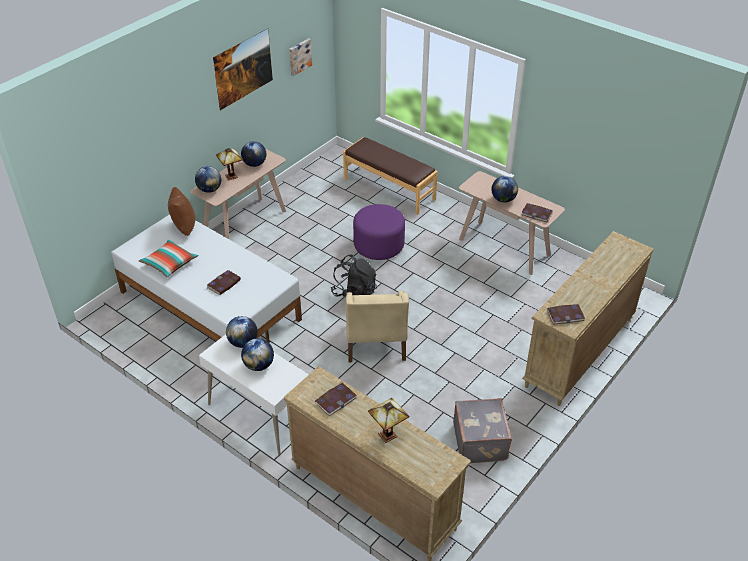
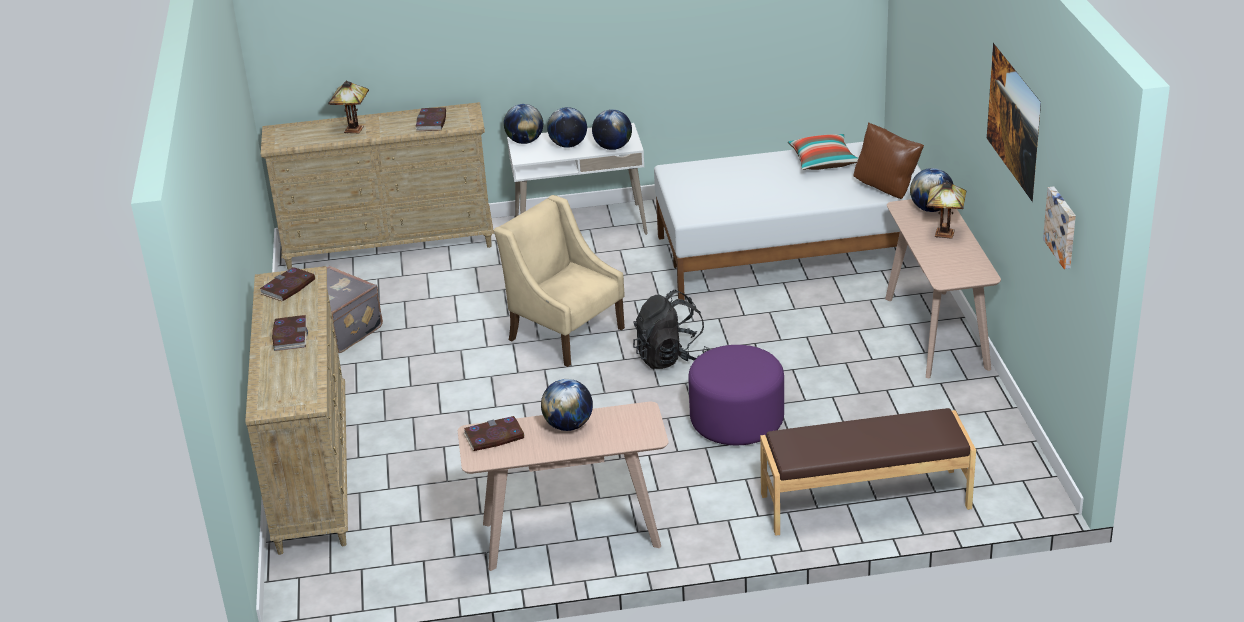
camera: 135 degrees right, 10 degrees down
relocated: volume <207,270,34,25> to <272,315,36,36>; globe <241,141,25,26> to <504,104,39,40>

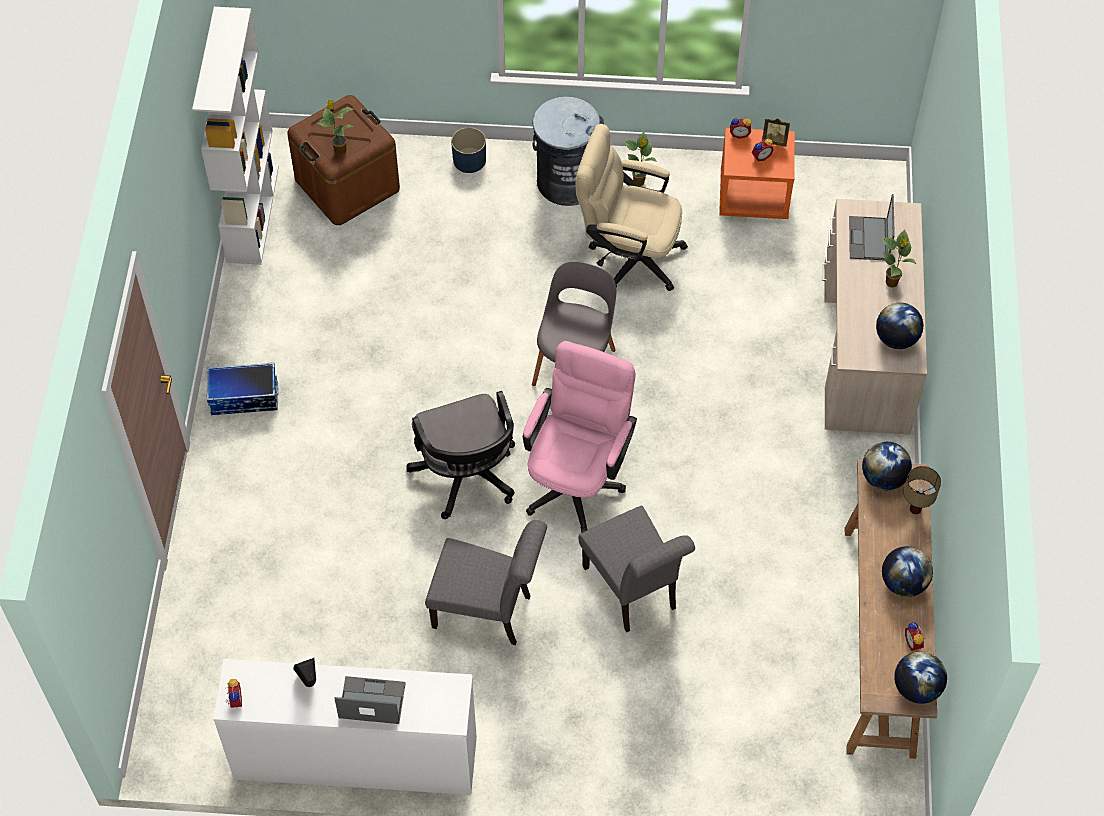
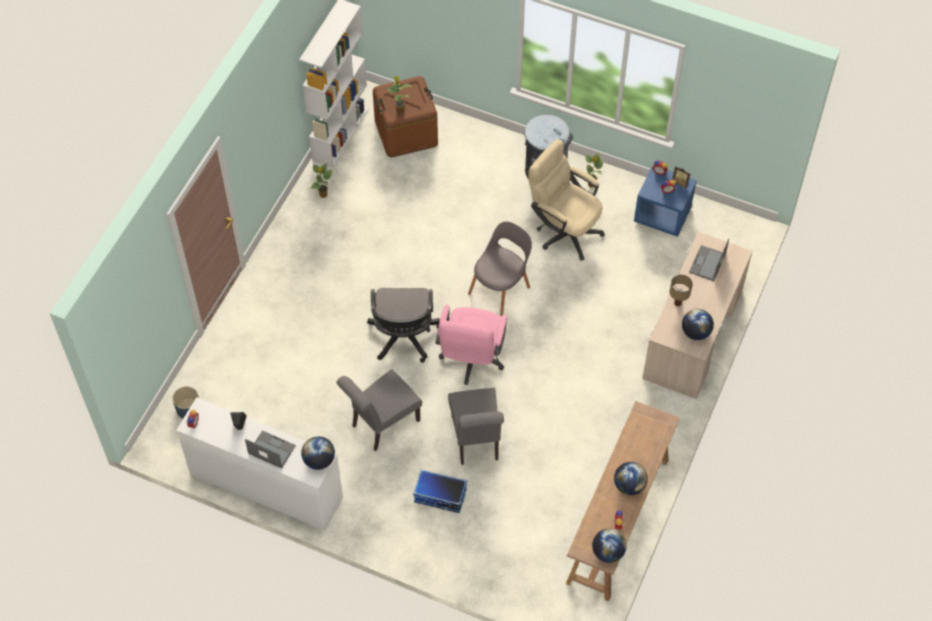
camera: 20 degrees right, 0 degrees up
relocated: storage bin <207,362,72,53> to <413,469,54,44>; blue-coloured plant pot <451,127,35,46> to <172,386,27,33>; globe <862,442,50,49> to <301,436,34,34>; potted plant <882,230,34,58> to <310,163,22,35>; tabletop lamp <904,466,37,48> to <670,275,23,31>
colour: orange-coloured night table <719,128,76,91> to blue-coloured night table <634,165,63,72>
spun: grey plain chair <425,520,122,125> = <336,369,86,82> 105 degrees clockwise; pink computer chair <523,341,114,192> = <435,304,72,81> 150 degrees clockwise

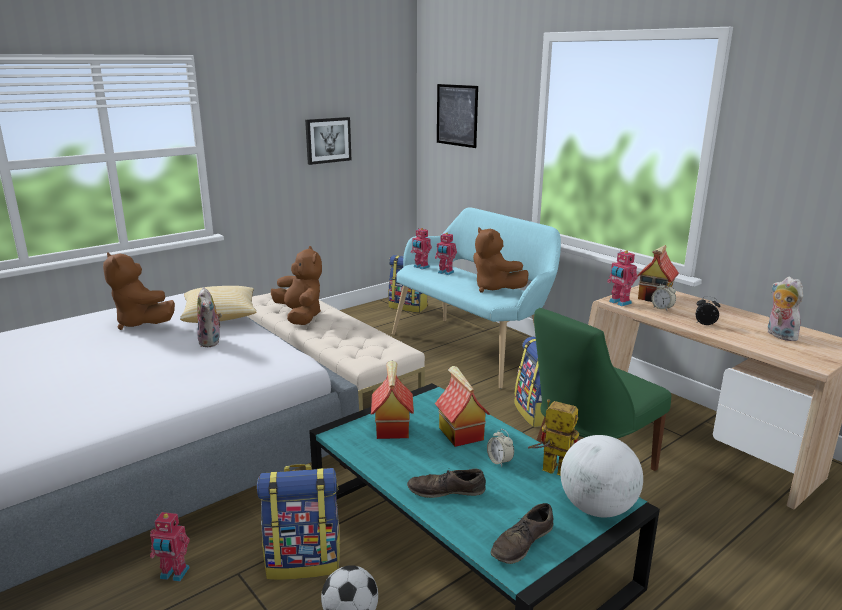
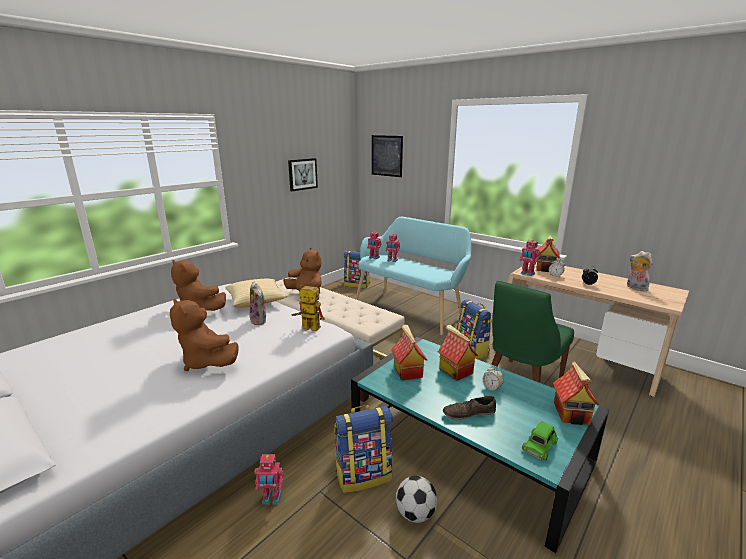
camera: 10 degrees left, 0 degrees up
relocated: brownish plush toy <473,227,56,66> to <170,298,69,73>; robot figure <528,399,51,77> to <292,285,33,46>
exchanged: brownish shoe <490,503,64,61> to greenish miniature car <522,421,36,39>; globe <560,435,83,82> to miniature house <553,362,47,63>

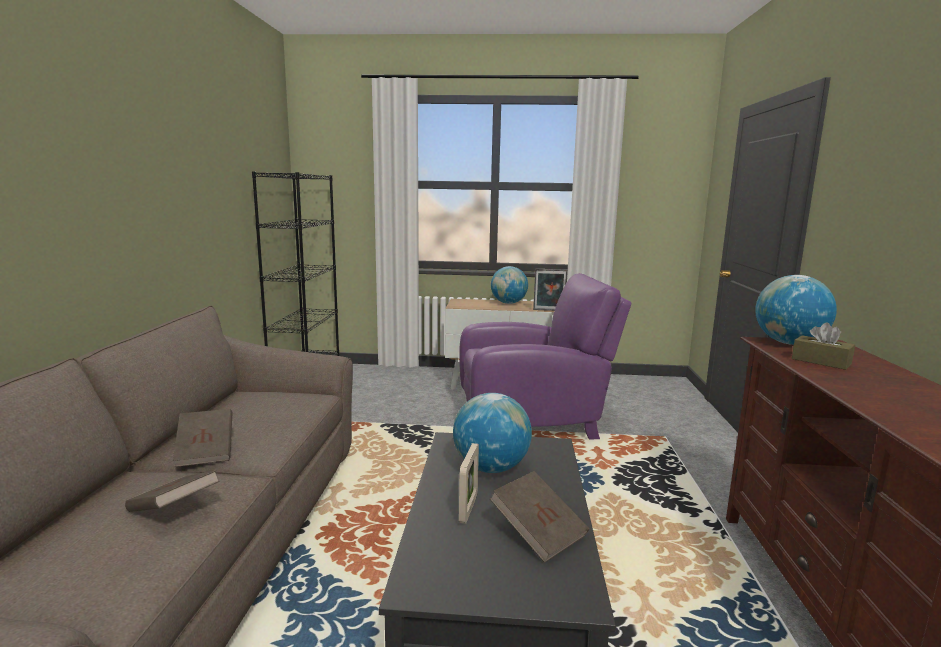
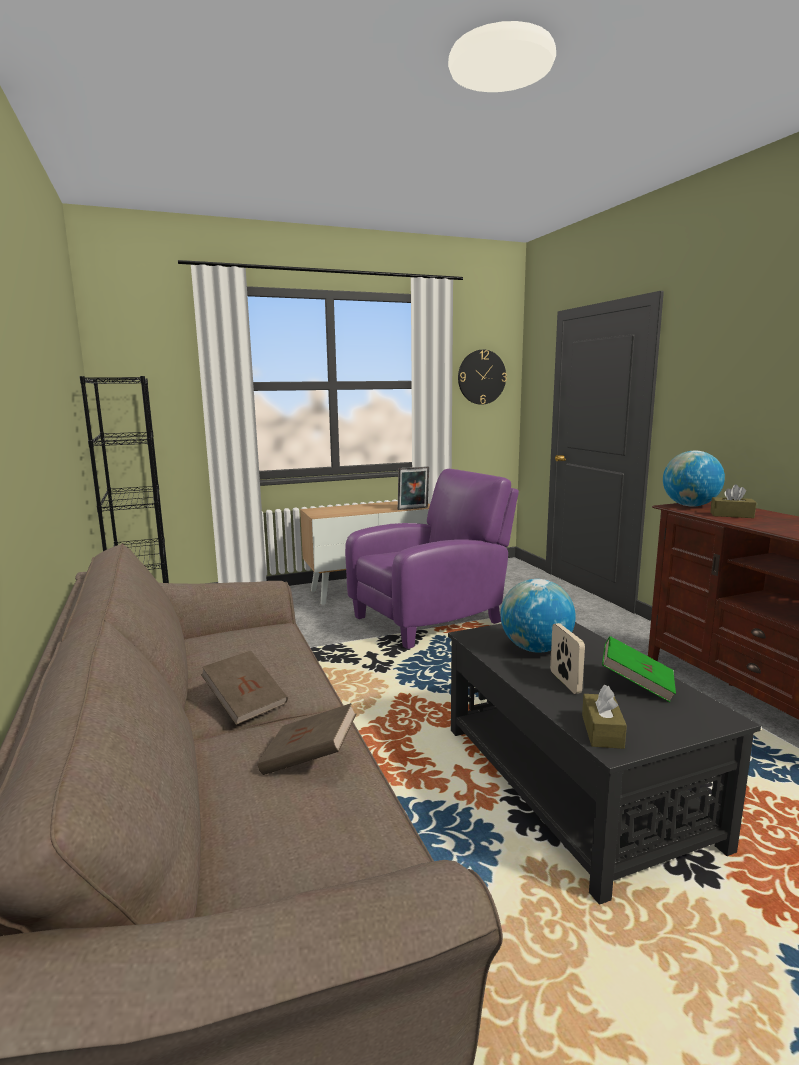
camera: 25 degrees left, 0 degrees up
missing: globe <491,266,37,38>
appeared: clock on the wall <458,350,49,55>; brownish tissue box <582,685,45,64>
colour: brownish volume <490,471,99,92> to greenish volume <602,636,74,66>

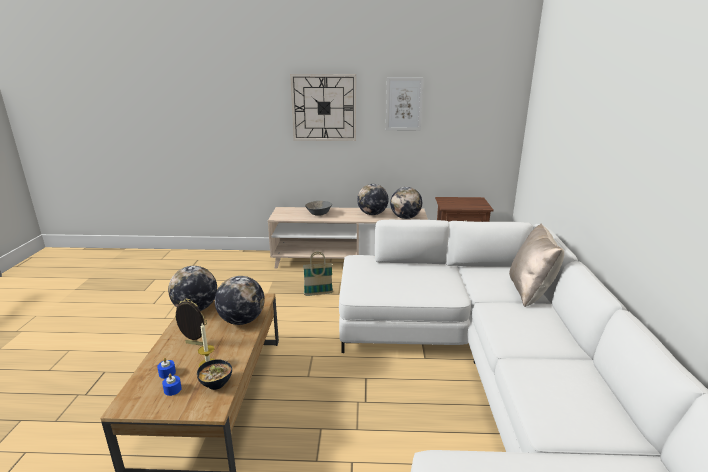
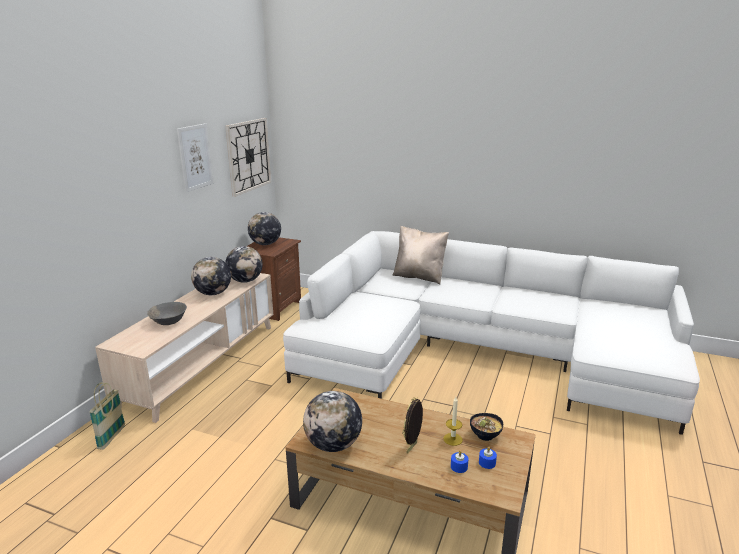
camera: 70 degrees left, 0 degrees up
relocated: globe <215,276,50,49> to <248,212,33,33>; clock on the wall <290,74,66,67> to <225,118,46,79>; household basket <303,252,30,44> to <89,382,36,68>

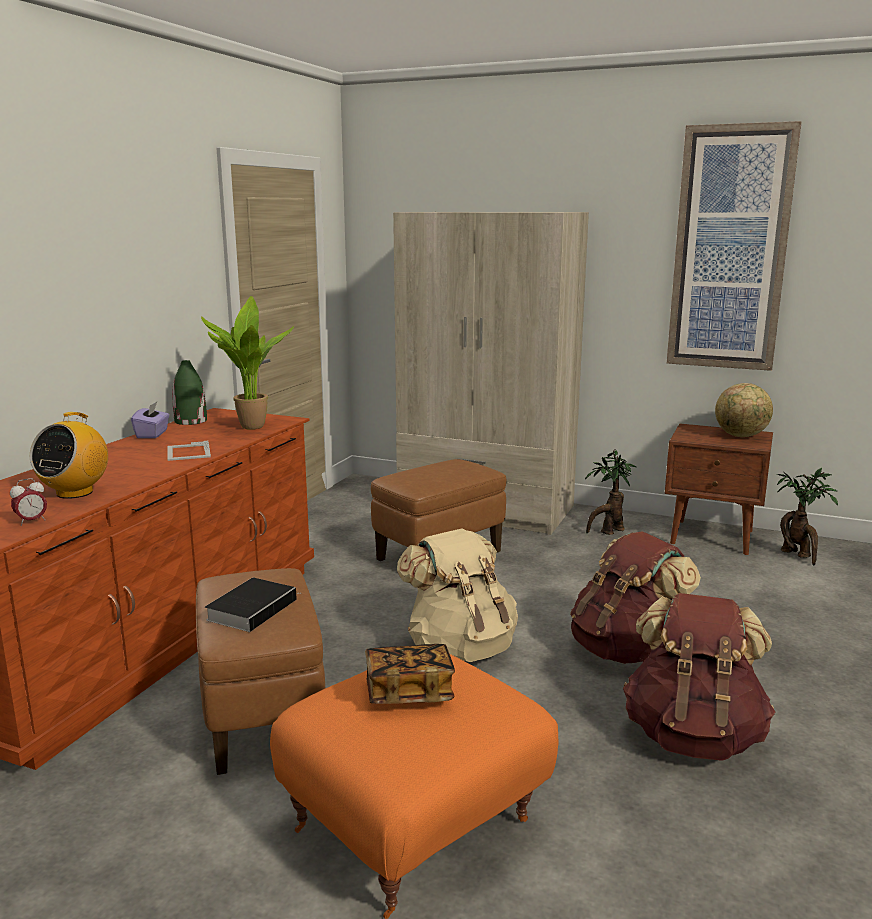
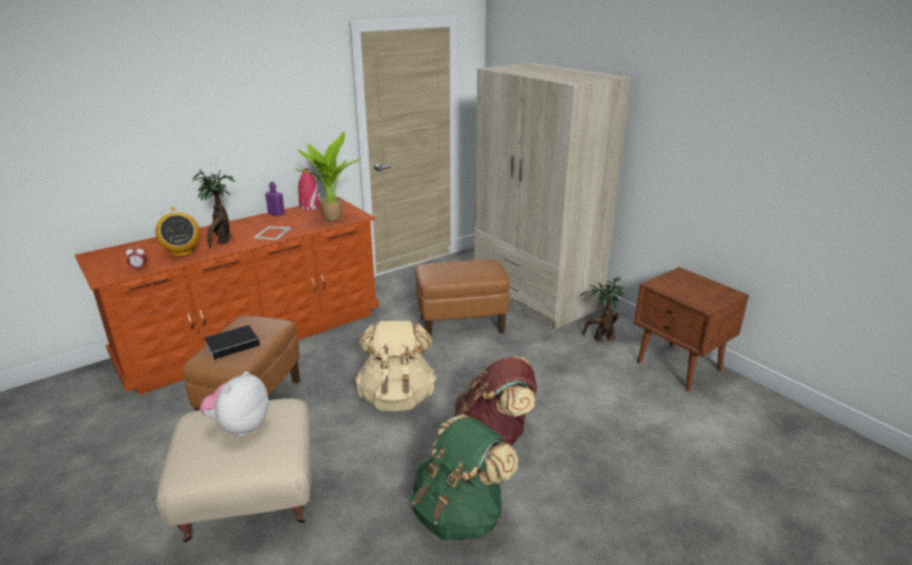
camera: 30 degrees right, 10 degrees up
missing: wall art <667,121,135,250>; globe <715,383,58,54>
relocated: potted plant <777,468,61,97> to <192,169,43,80>
exchanged: purple tissue box <131,402,38,36> to purple drink bottle <265,182,20,35>; volume <365,644,90,60> to plush toy <200,371,69,65>
colour: greenish flower vase <172,360,35,65> to red flower vase <298,169,22,41>; orange-coloured pouffe <270,654,289,265> to sand-coloured pouffe <156,398,156,144>; brownish backpack <623,593,152,168> to greenish backpack <411,414,107,126>
spun: radio <30,412,78,87> = <155,207,45,50> 75 degrees counterclockwise

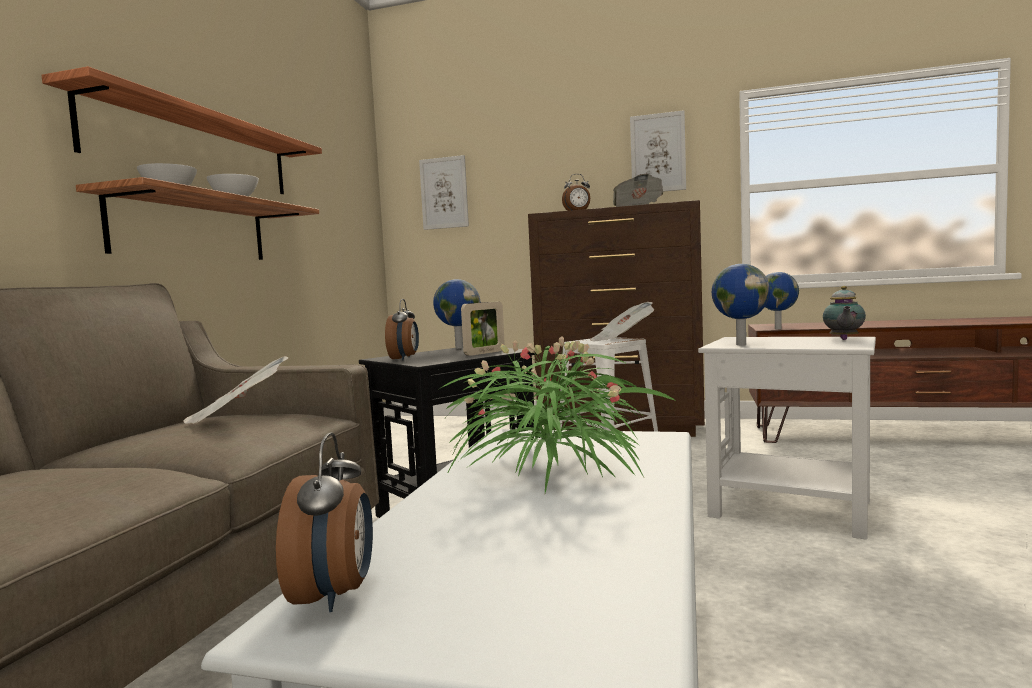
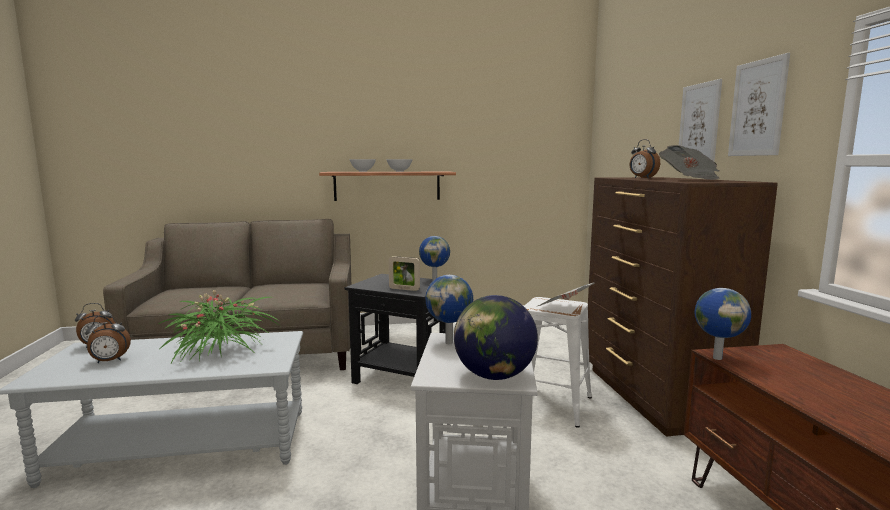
camera: 65 degrees right, 5 degrees up
missing: bracket shelf <42,66,280,128>; newspaper <183,356,105,68>
relocated: alarm clock <385,299,34,61> to <85,315,46,48>; wall art <419,155,50,75> to <679,79,43,83>
exchanged: tea pot <823,286,43,54> to globe <454,295,84,85>

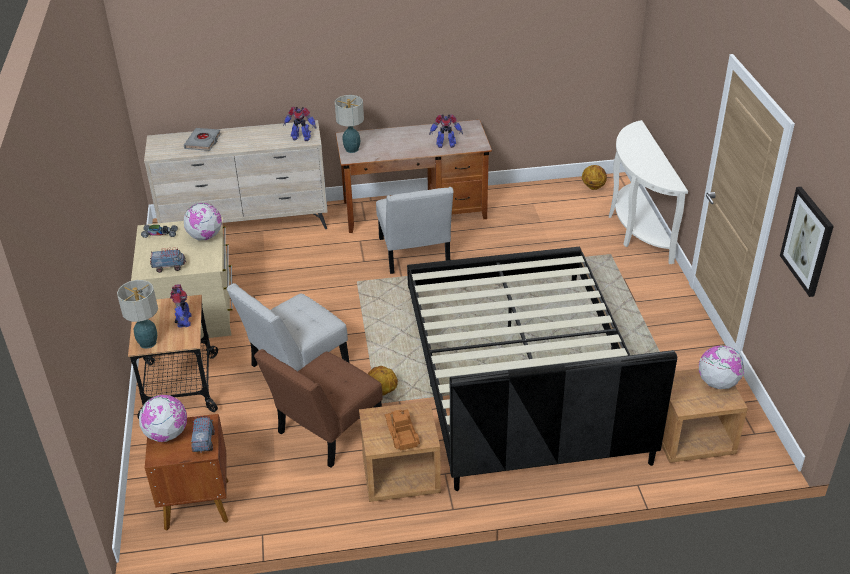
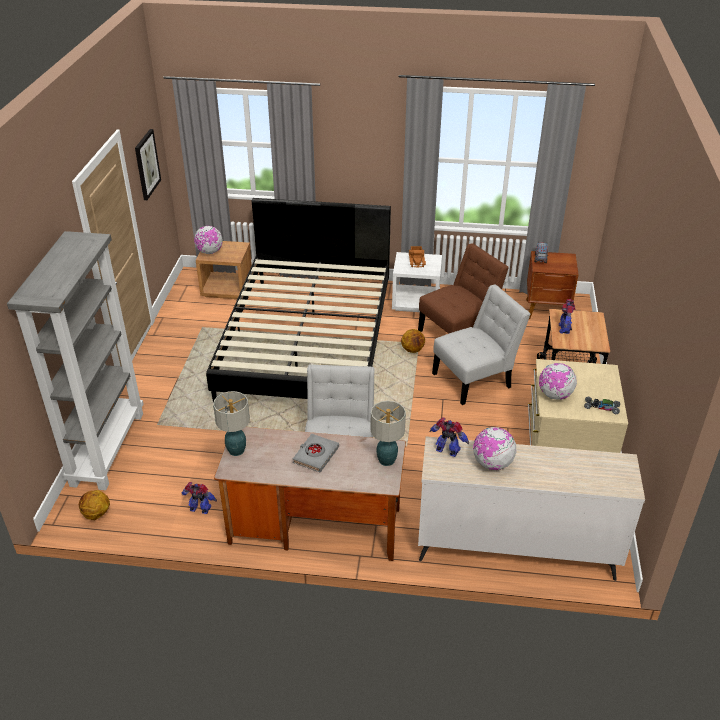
camera: 165 degrees left, 0 degrees up
missing: toy lorry <150,247,36,26>
relocated: tabletop lamp <117,280,41,69> to <213,391,37,65>; globe <139,395,48,47> to <473,427,44,43>; grey volume <184,128,37,23> to <293,434,46,38>; robot figure <429,114,34,34> to <182,482,35,32>
exchanged: white console table <609,120,79,144> to grey bookshelf <7,231,137,259>
colour: brownish night table <359,401,82,101> to white night table <392,252,50,60>

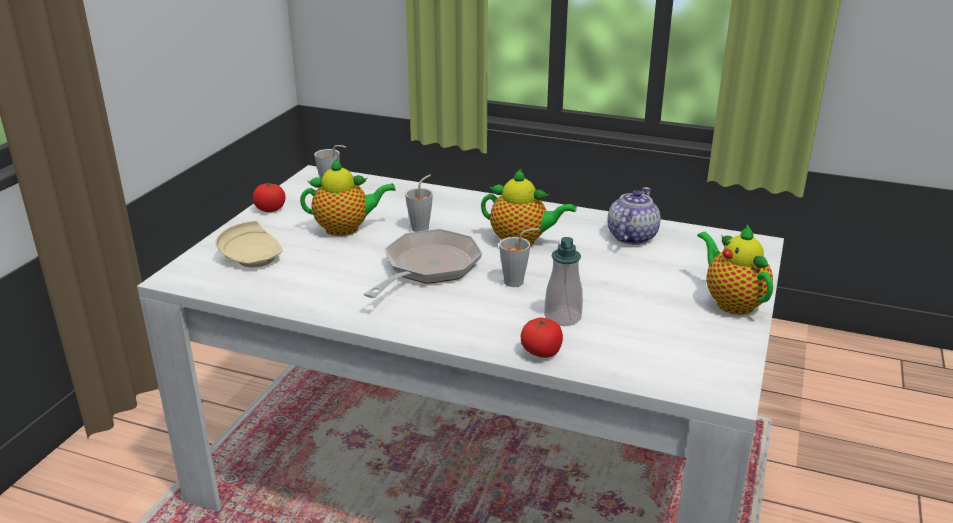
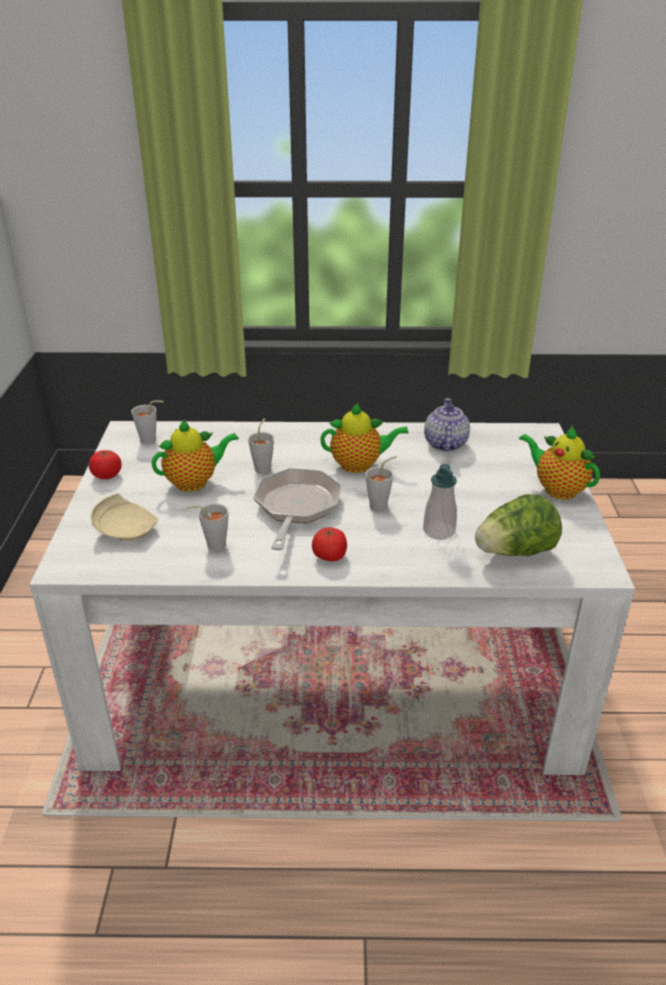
camera: 20 degrees left, 5 degrees up
appeared: grey small cup <187,503,42,48>; lettuce <475,494,87,62>
relocated: tomato <521,318,42,40> to <312,528,35,33>

